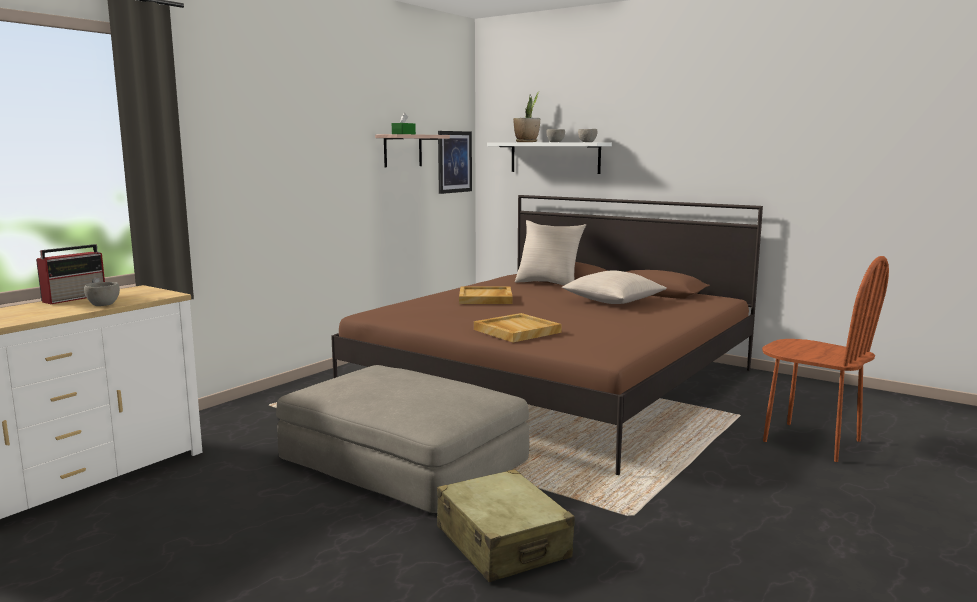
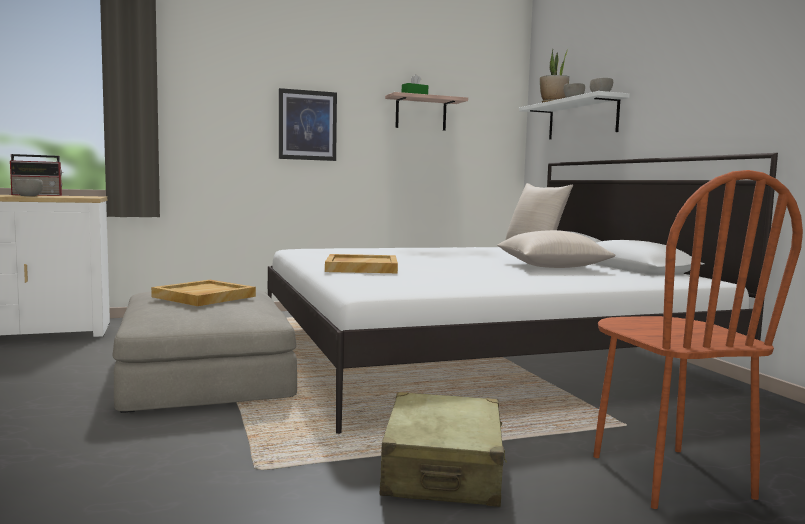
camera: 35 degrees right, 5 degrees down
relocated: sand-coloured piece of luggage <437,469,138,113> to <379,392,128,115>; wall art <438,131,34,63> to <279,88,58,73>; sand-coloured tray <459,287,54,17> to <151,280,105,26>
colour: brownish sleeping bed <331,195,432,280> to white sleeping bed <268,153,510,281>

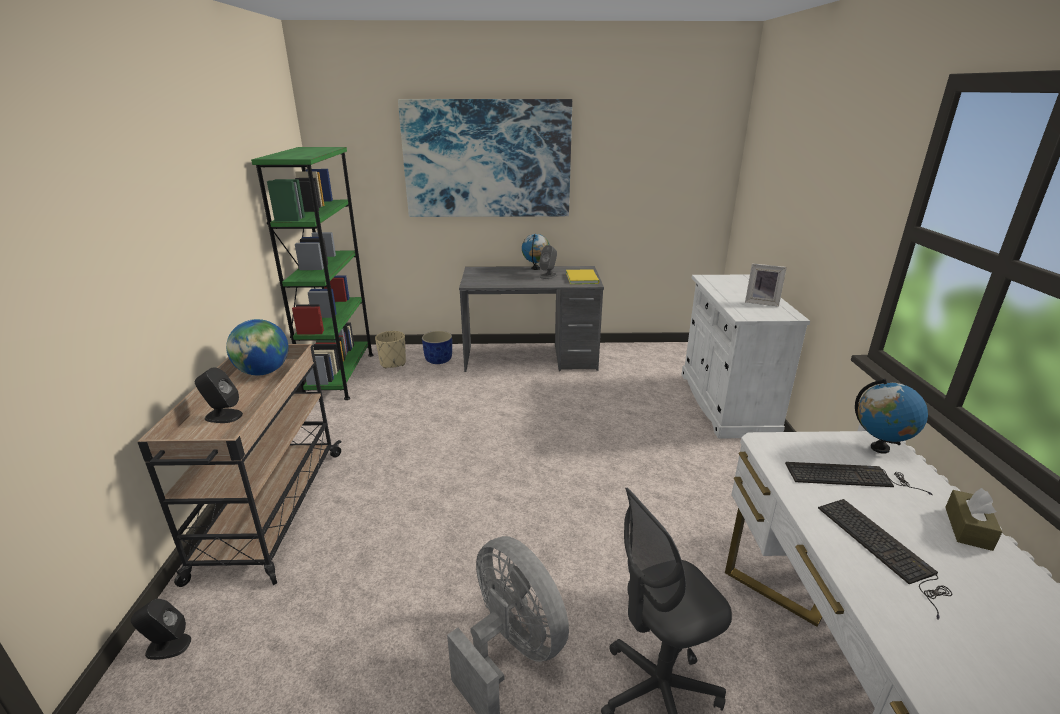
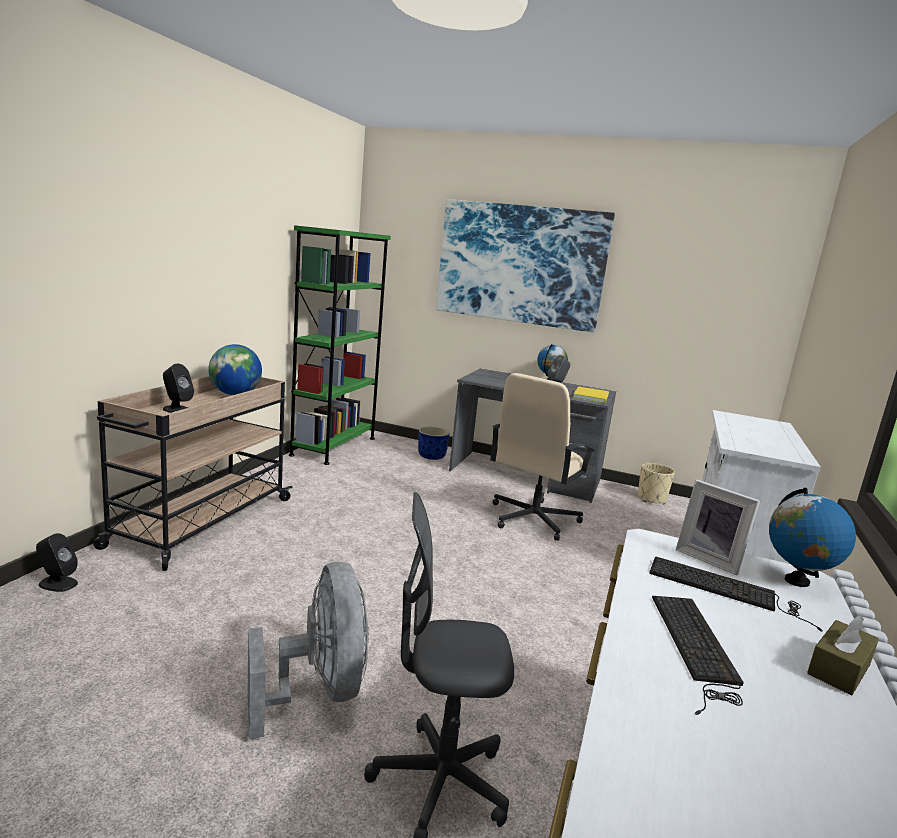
camera: 20 degrees right, 10 degrees down
appeared: sand-coloured computer chair <490,373,104,168>
relocated: sand-coloured plant pot <375,331,31,37> to <638,463,37,41>; photo frame <745,263,42,44> to <676,480,84,95>

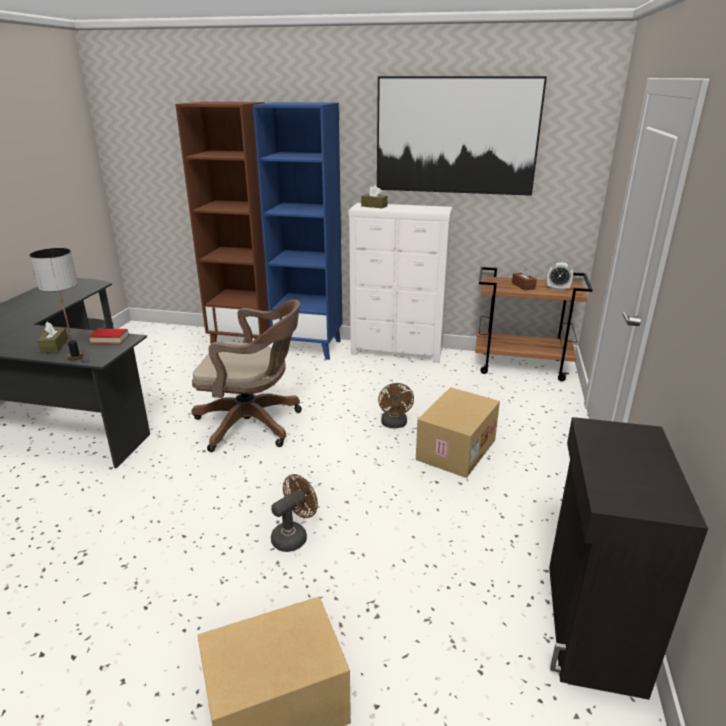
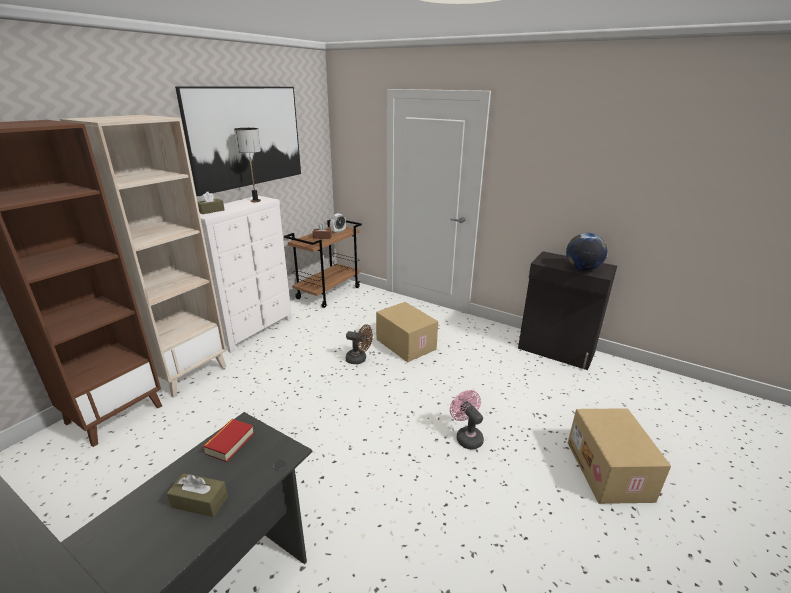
camera: 70 degrees left, 0 degrees up
missing: brownish computer chair <191,299,111,153>
appeared: globe <566,233,41,38>
relocated: tabletop lamp <30,248,54,112> to <234,128,27,74>
colour: blue-coloured bookshelf <253,102,89,258> to sand-coloured bookshelf <60,115,166,283>; brownish fan <271,474,47,78> to pink fan <450,390,34,60>

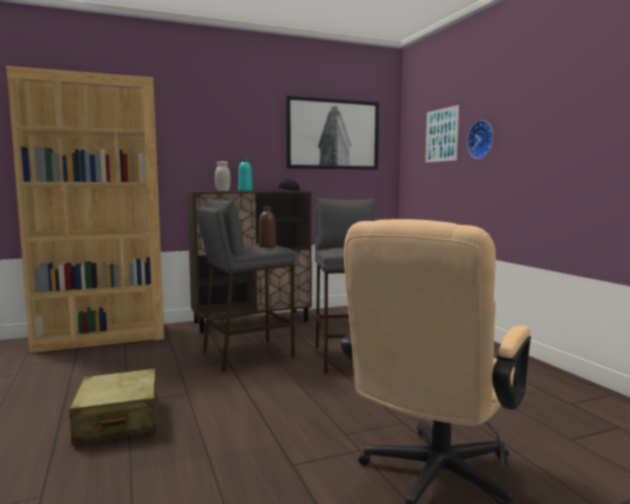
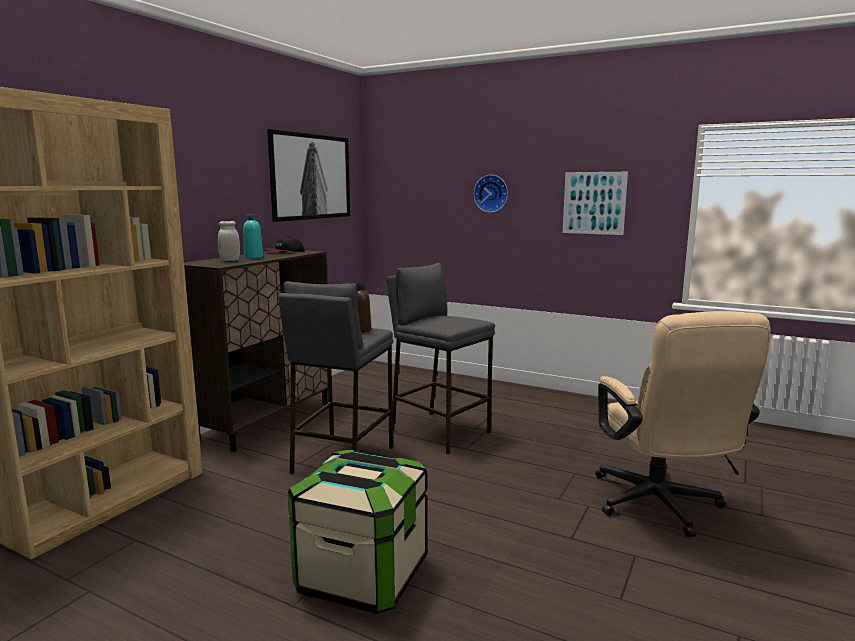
camera: 40 degrees left, 5 degrees up
relocated: wall art <425,105,34,58> to <563,172,65,63>
exchanged: sand-coloured piece of luggage <69,368,88,77> to storage bin <288,450,139,164>

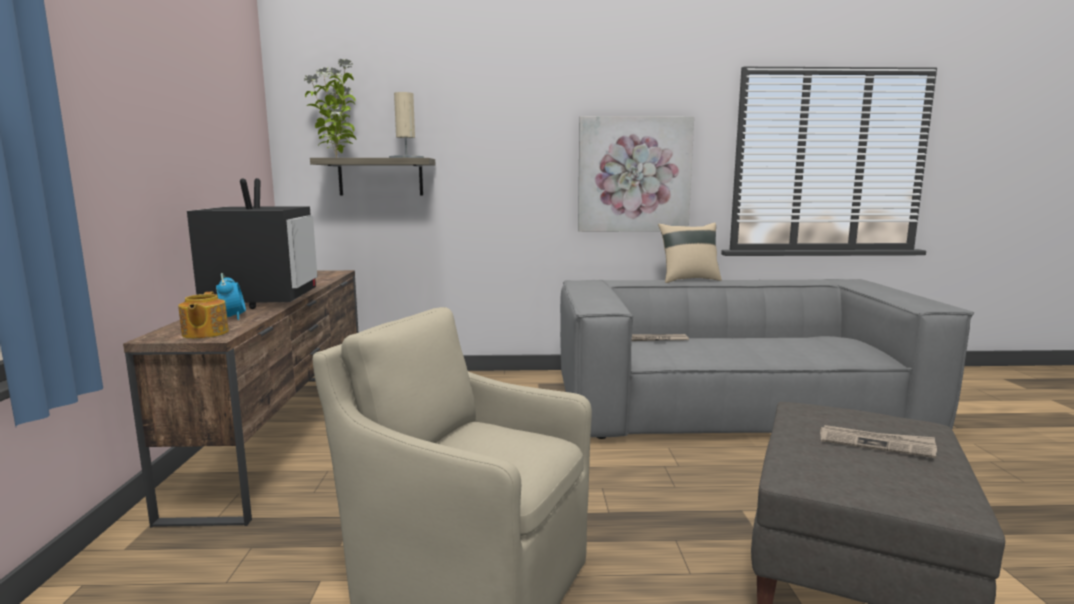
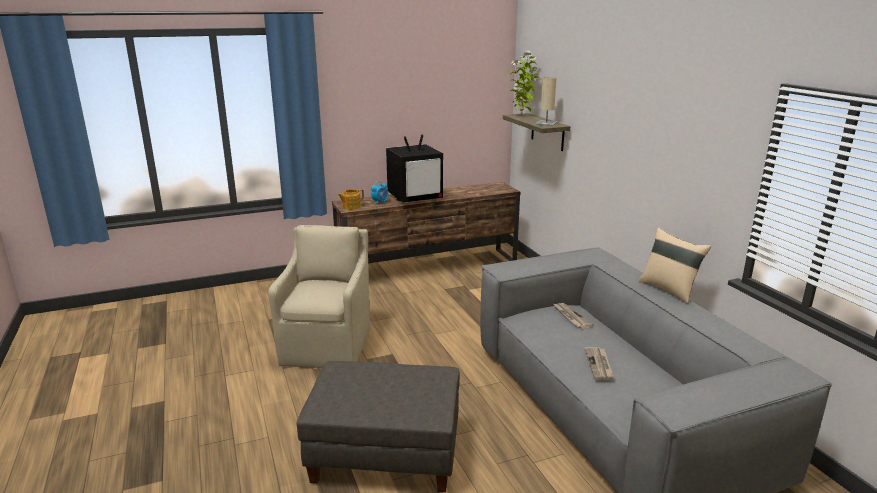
camera: 70 degrees right, 10 degrees up
missing: wall art <578,116,116,116>
relocated: newspaper <820,425,117,33> to <584,347,30,33>

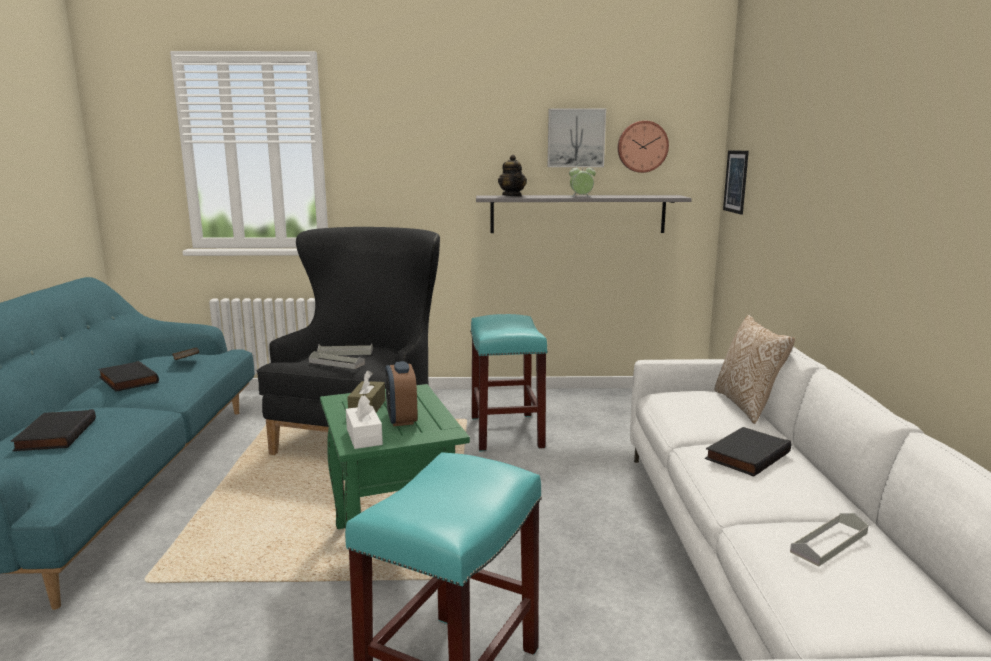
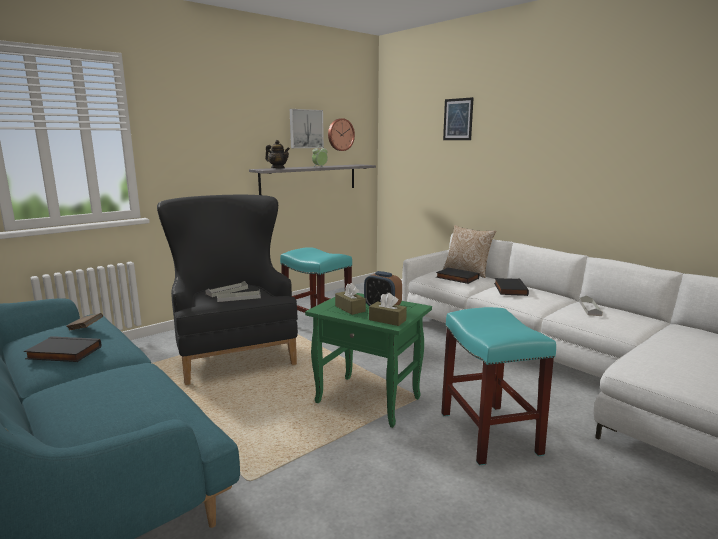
camera: 40 degrees left, 0 degrees up
relocated: black volume <11,409,85,42> to <436,267,43,17>; wall art <723,151,26,64> to <443,97,31,43>
colour: white tissue box <346,395,37,54> to brownish tissue box <369,293,38,33>

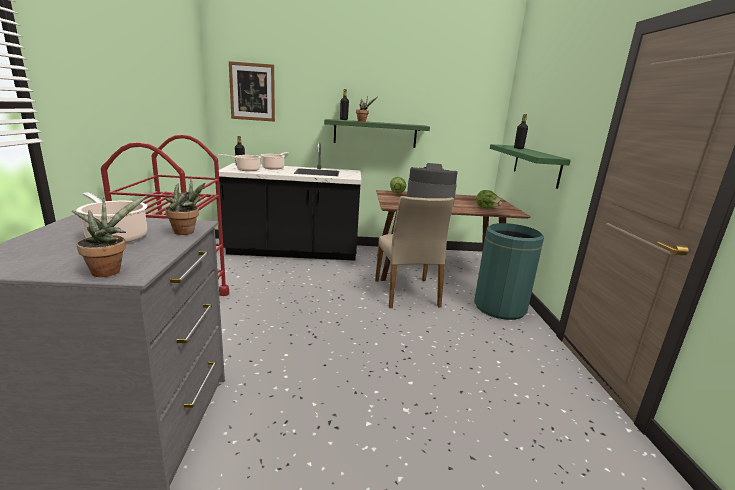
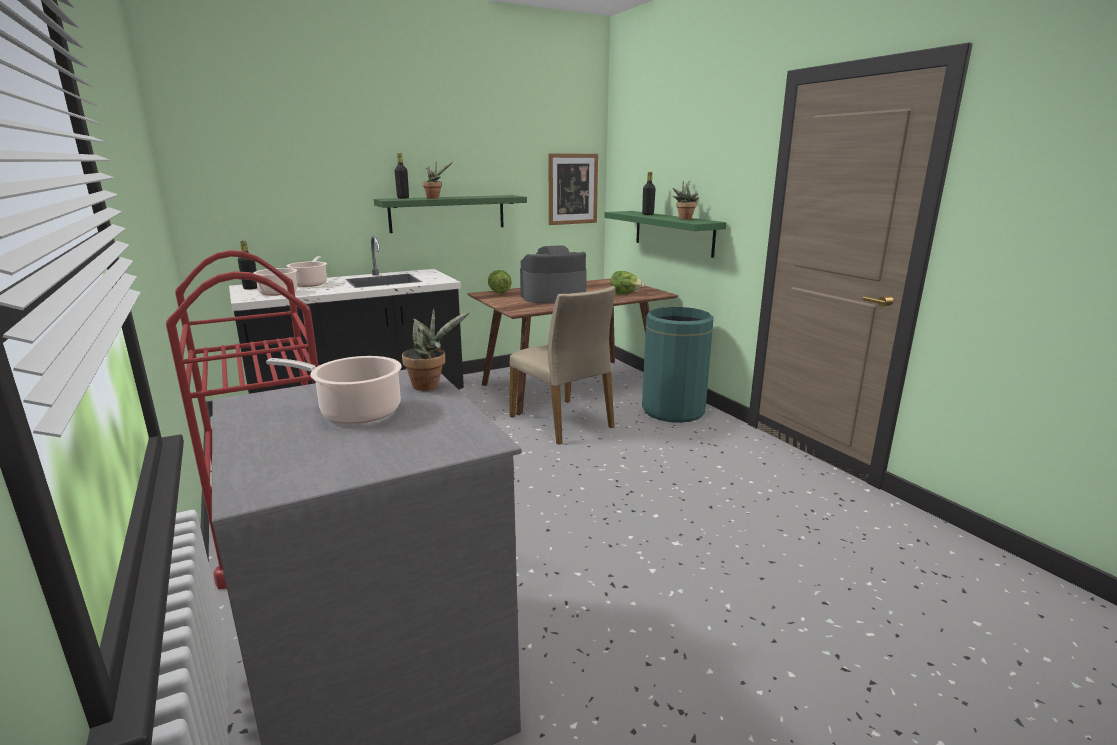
camera: 25 degrees left, 0 degrees up
relocated: potted plant <72,196,74,81> to <673,180,26,40>; wall art <229,61,46,61> to <548,153,50,72>

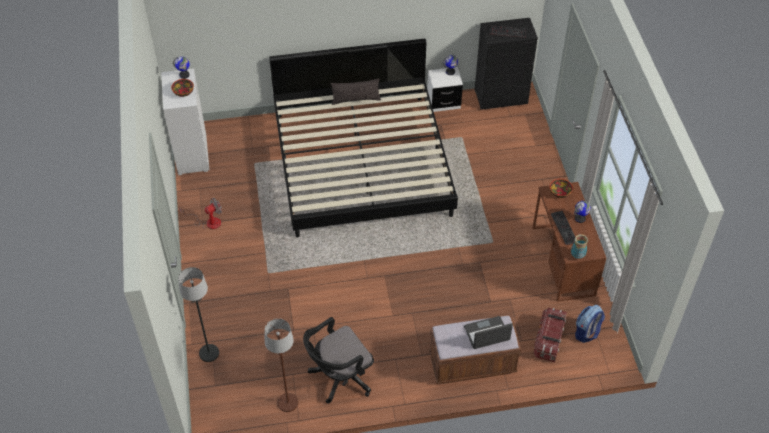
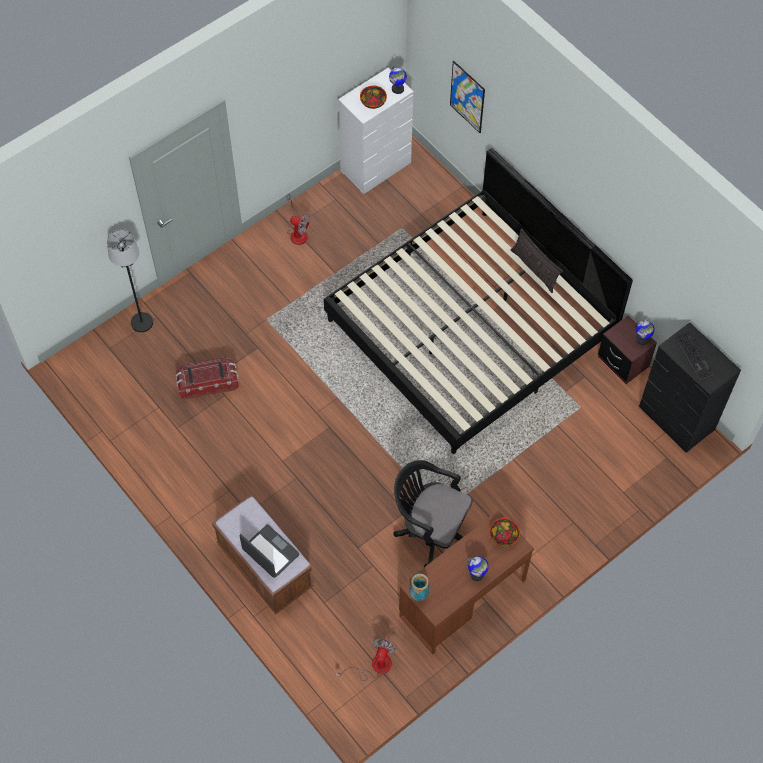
camera: 60 degrees right, 10 degrees up
missing: brownish standard lamp <265,318,33,94>; keyboard <551,211,24,34>
appeared: wall art <450,61,35,72>
relocated: black computer chair <303,317,71,87> to <393,460,79,107>; storage bin <534,308,33,54> to <175,357,64,43>
exchanged: backpack <575,305,30,38> to fan <335,638,62,43>
colour: white night table <427,67,36,45> to brownish night table <598,315,59,69>

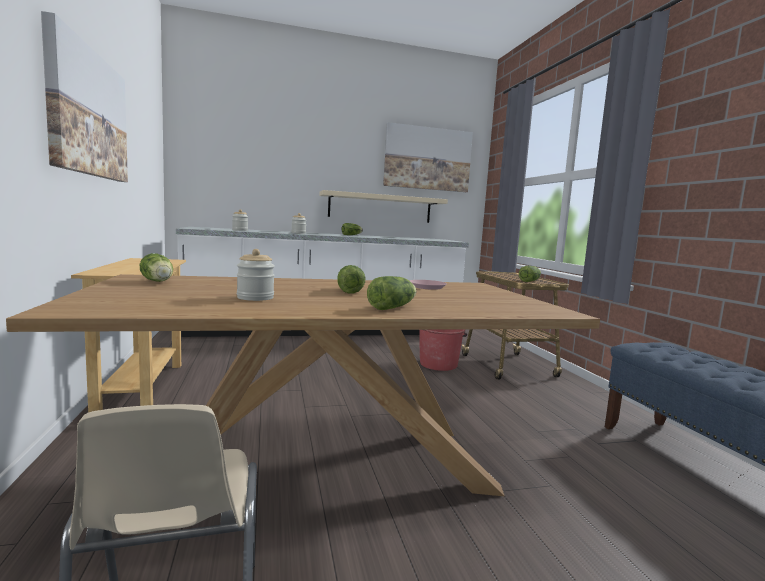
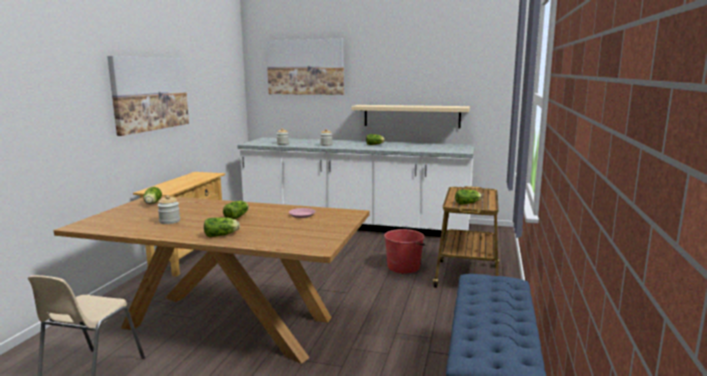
camera: 30 degrees right, 5 degrees up
relocated: wall art <383,122,90,70> to <266,39,78,56>

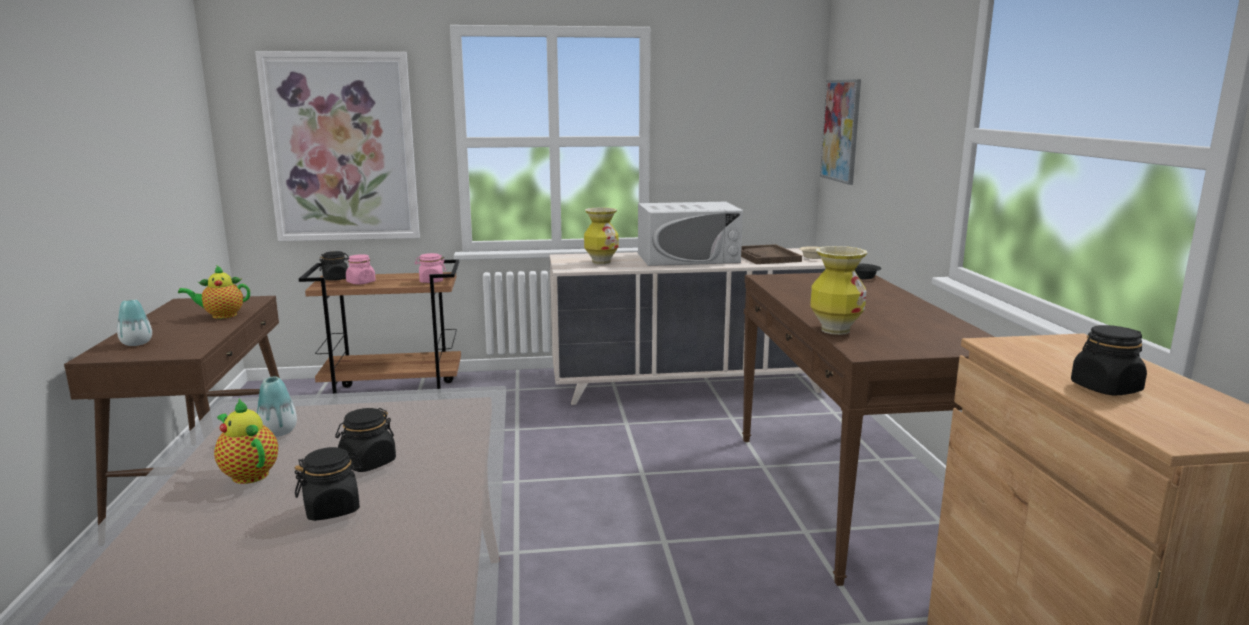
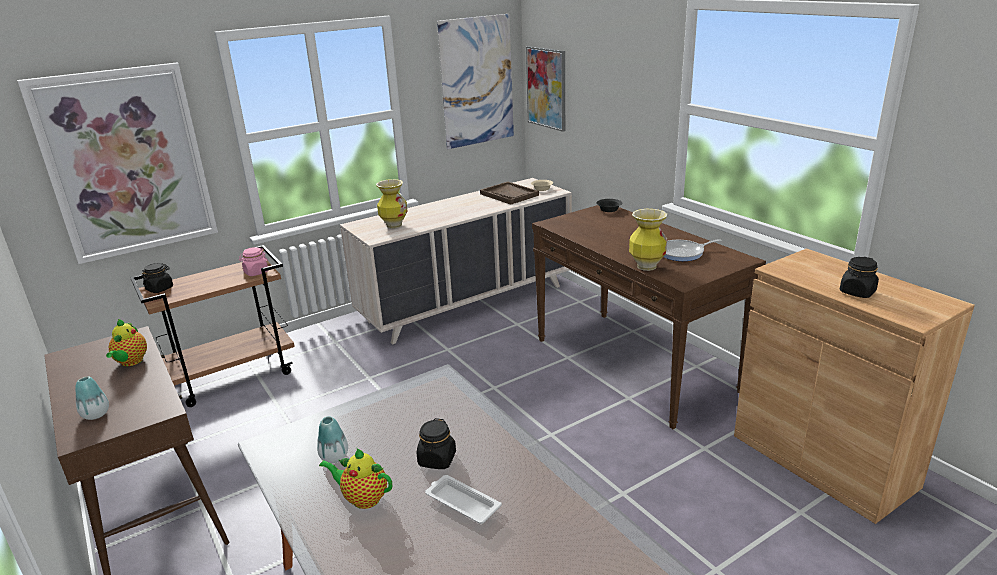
camera: 25 degrees left, 10 degrees up
missing: pink storage jar <346,254,30,30>; white microwave oven <638,202,105,64>
appeared: wall art <437,14,77,135>; frying pan <664,239,58,22>
exchanged: black storage jar <295,447,68,74> to white tray <425,475,77,49>
spun: tea pot <178,265,72,54> = <106,319,41,47> 45 degrees counterclockwise

